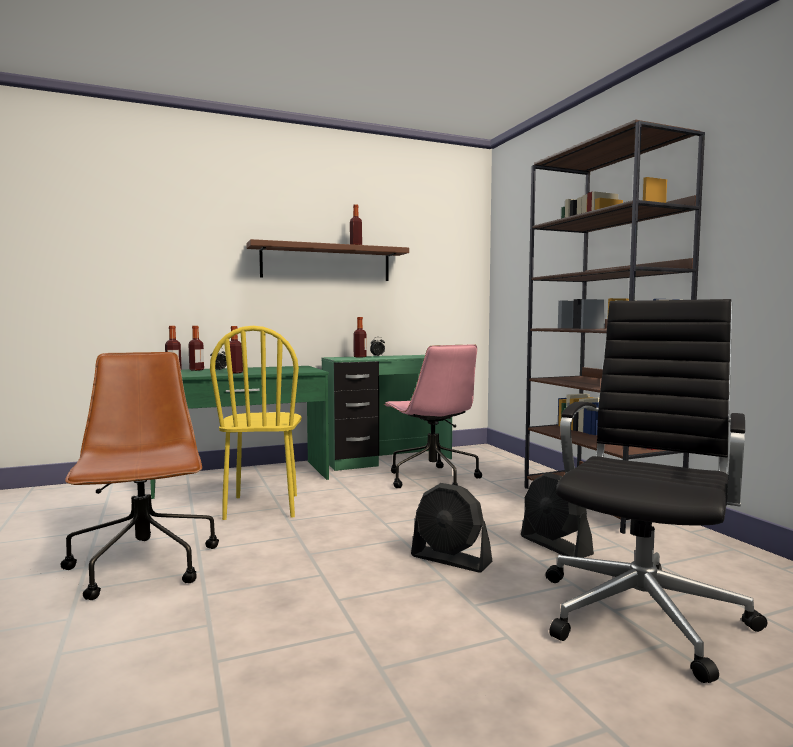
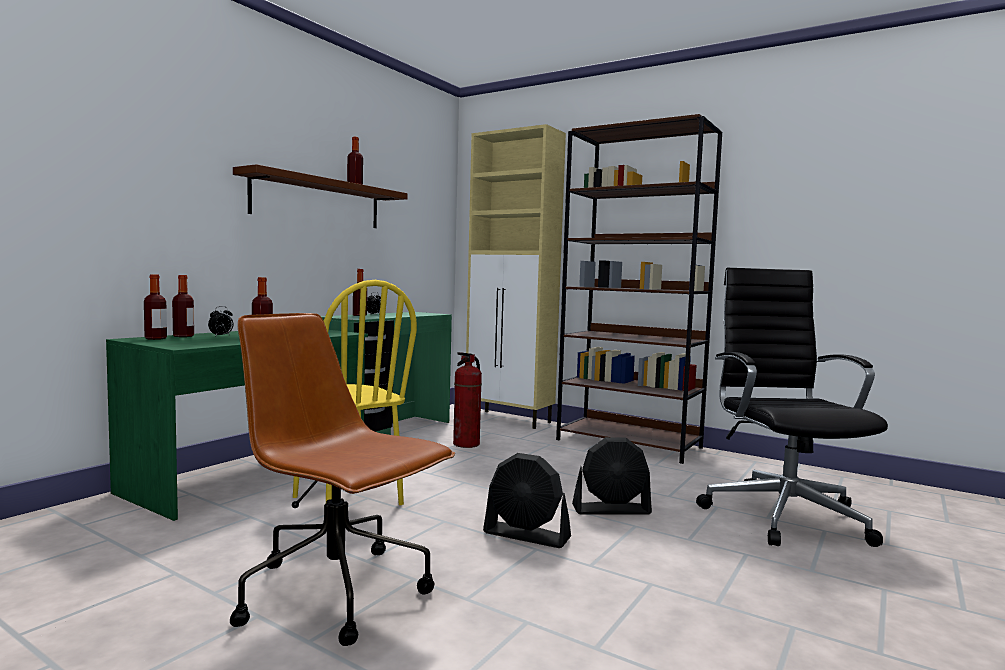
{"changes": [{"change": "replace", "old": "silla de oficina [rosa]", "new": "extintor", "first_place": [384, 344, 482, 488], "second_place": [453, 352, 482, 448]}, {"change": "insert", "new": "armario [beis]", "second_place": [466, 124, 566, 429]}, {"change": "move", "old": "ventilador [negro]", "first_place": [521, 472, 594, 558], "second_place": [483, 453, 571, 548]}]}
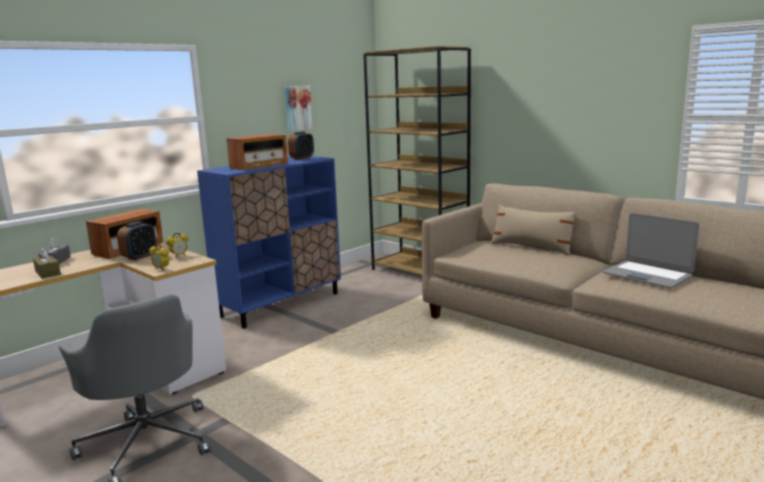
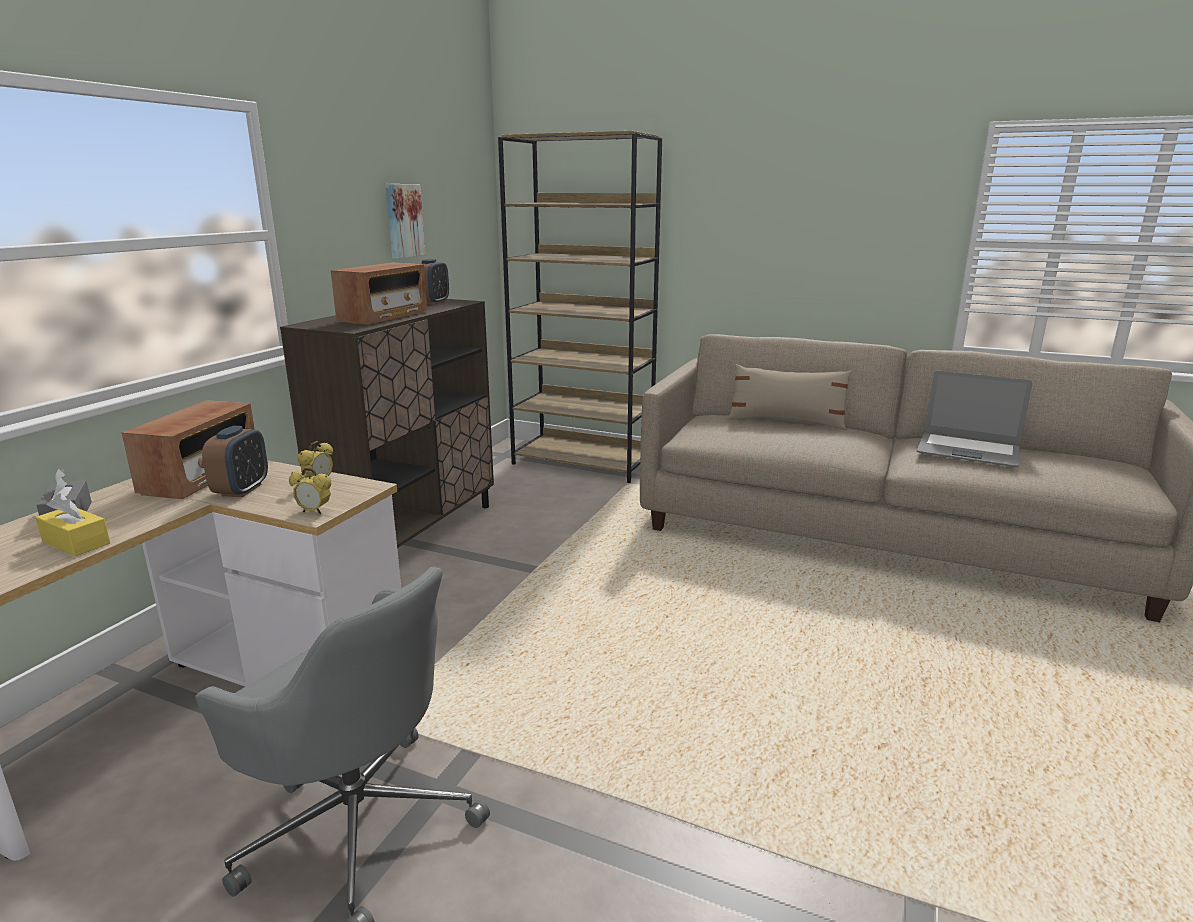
{"changes": [{"change": "recolor", "old": "caja de pañuelos [marrón]", "new": "caja de pañuelos [amarillo]", "first_place": [33, 247, 61, 279], "second_place": [36, 493, 110, 556]}, {"change": "recolor", "old": "armario [azul]", "new": "armario [marrón]", "first_place": [197, 156, 341, 329], "second_place": [280, 299, 494, 548]}]}
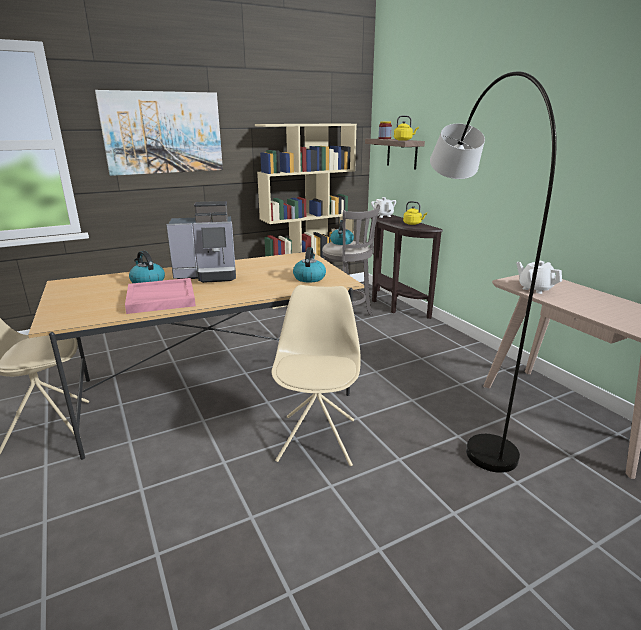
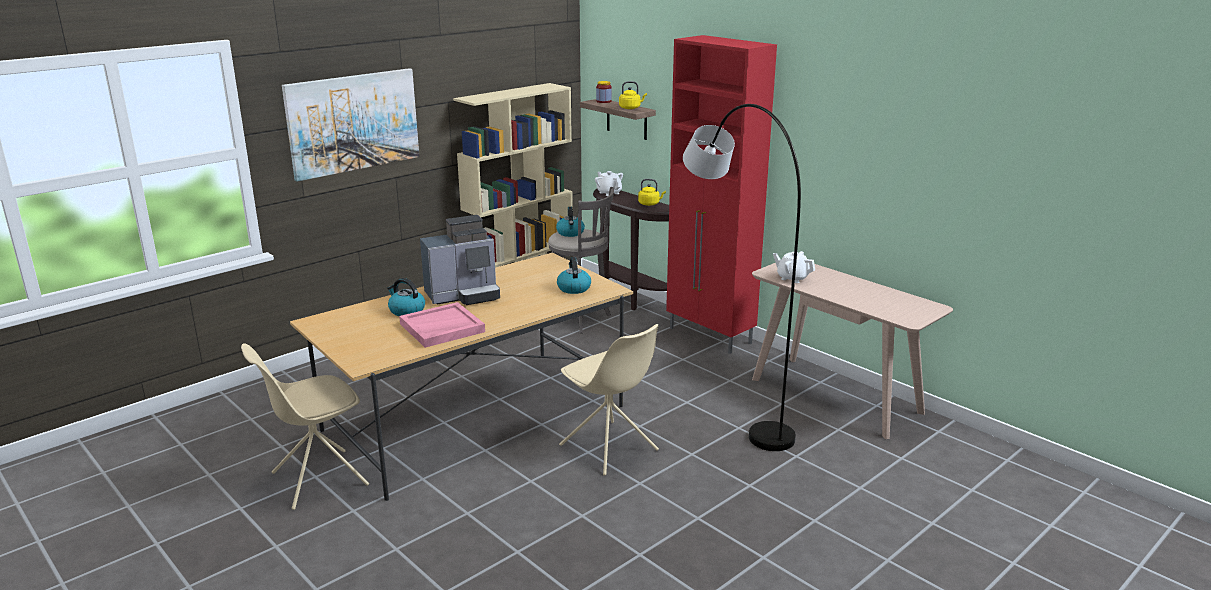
{"changes": [{"change": "rotate", "old": "silla [beis]", "first_place": [272, 285, 361, 466], "second_place": [559, 324, 659, 475], "degrees": 150}, {"change": "insert", "new": "armario [rojo]", "second_place": [666, 35, 777, 354]}]}
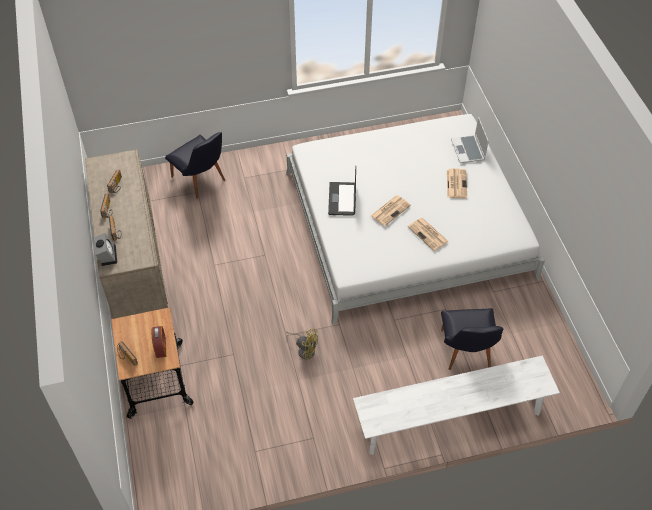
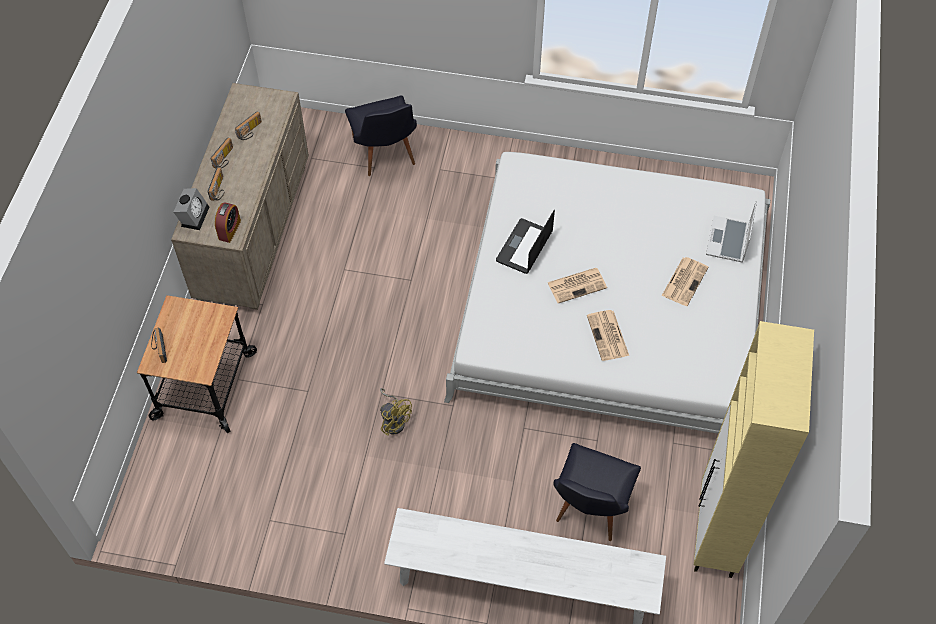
{"changes": [{"change": "move", "old": "despertador", "first_place": [152, 326, 166, 358], "second_place": [215, 202, 241, 243]}, {"change": "insert", "new": "armario [beis]", "second_place": [694, 321, 814, 578]}]}
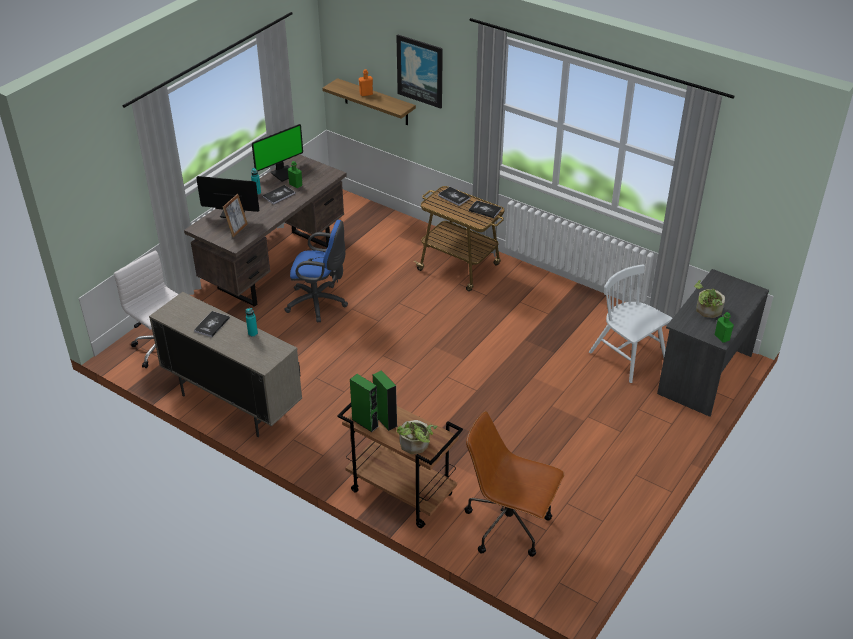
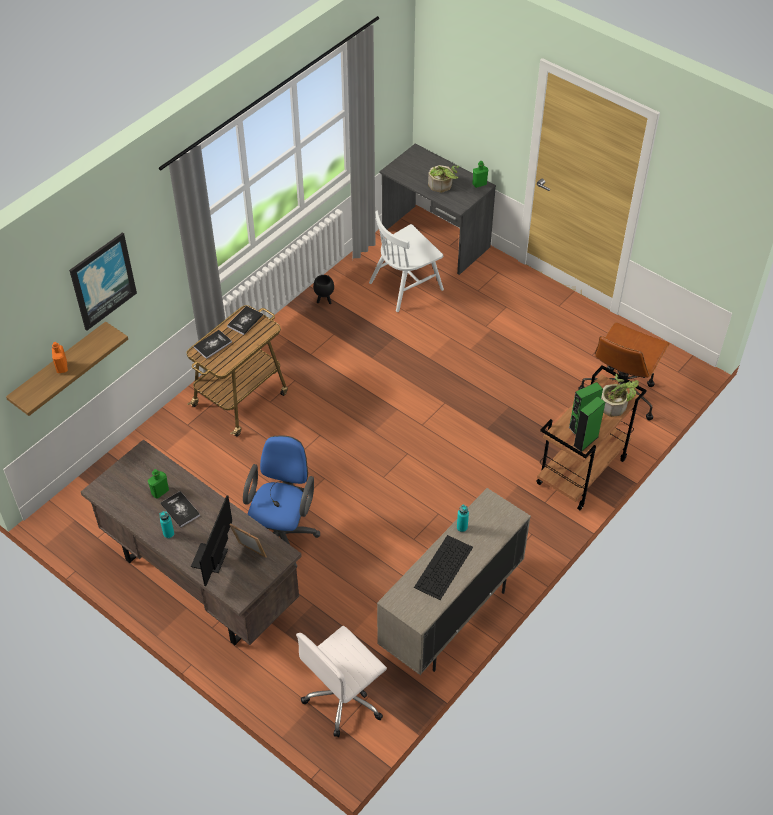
{"changes": [{"change": "insert", "new": "maceta [negro]", "second_place": [313, 275, 334, 304]}, {"change": "replace", "old": "libro", "new": "teclado", "first_place": [194, 311, 230, 337], "second_place": [414, 535, 473, 600]}, {"change": "delete", "old": "monitor", "first_place": [252, 124, 303, 182]}]}
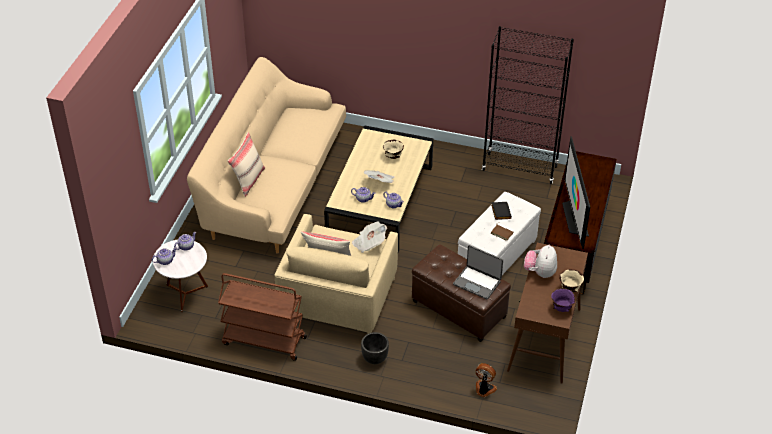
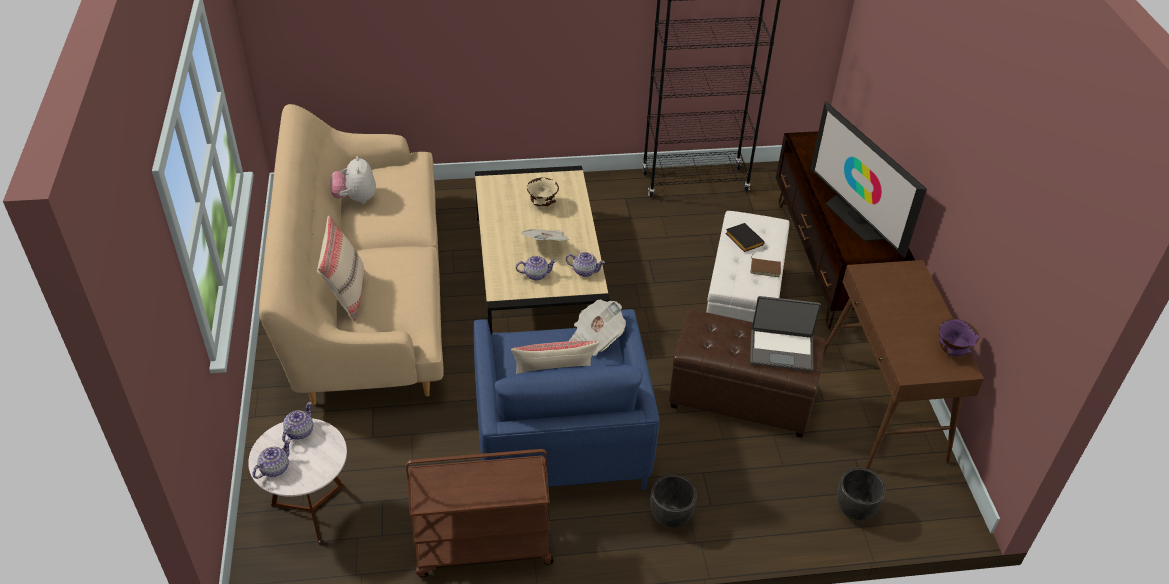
{"changes": [{"change": "move", "old": "peluche", "first_place": [524, 245, 557, 278], "second_place": [330, 156, 376, 204]}, {"change": "recolor", "old": "sillón [beis]", "new": "sillón [azul]", "first_place": [275, 214, 398, 334], "second_place": [474, 309, 659, 490]}, {"change": "replace", "old": "ventilador", "new": "maceta [negro]", "first_place": [475, 363, 497, 397], "second_place": [837, 468, 886, 520]}, {"change": "delete", "old": "cuenco [beis]", "first_place": [559, 269, 584, 292]}]}
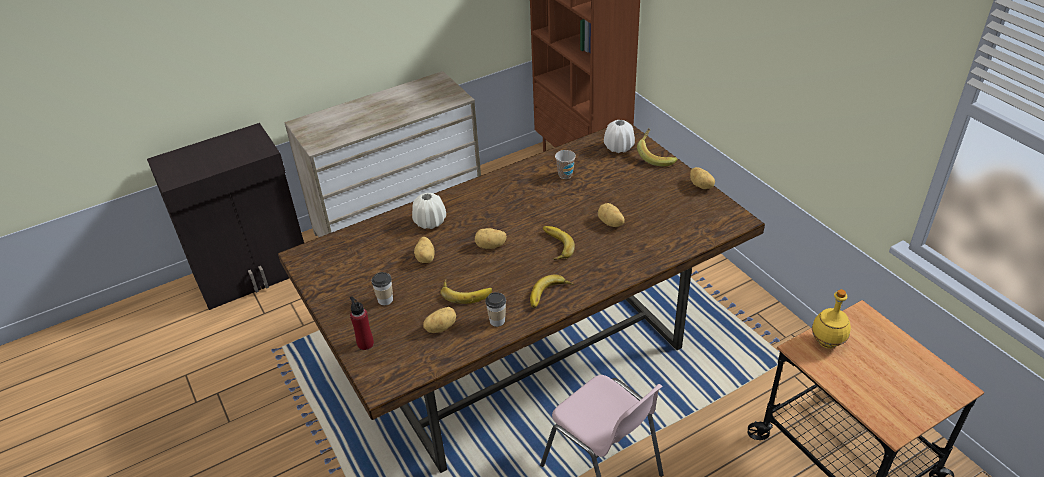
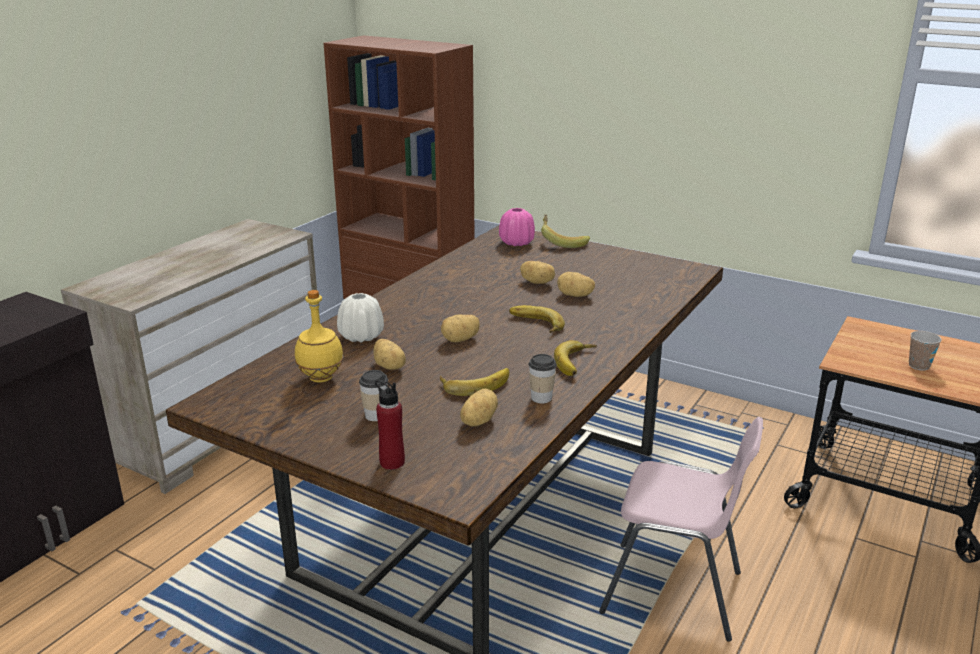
{"changes": [{"change": "move", "old": "botella [amarillo]", "first_place": [812, 289, 851, 349], "second_place": [295, 290, 344, 382]}, {"change": "recolor", "old": "florero [blanco]", "new": "florero [rosa]", "first_place": [604, 120, 635, 153], "second_place": [499, 208, 535, 246]}, {"change": "move", "old": "patata", "first_place": [690, 167, 715, 189], "second_place": [520, 261, 555, 284]}, {"change": "move", "old": "taza", "first_place": [555, 150, 576, 179], "second_place": [909, 331, 942, 371]}]}
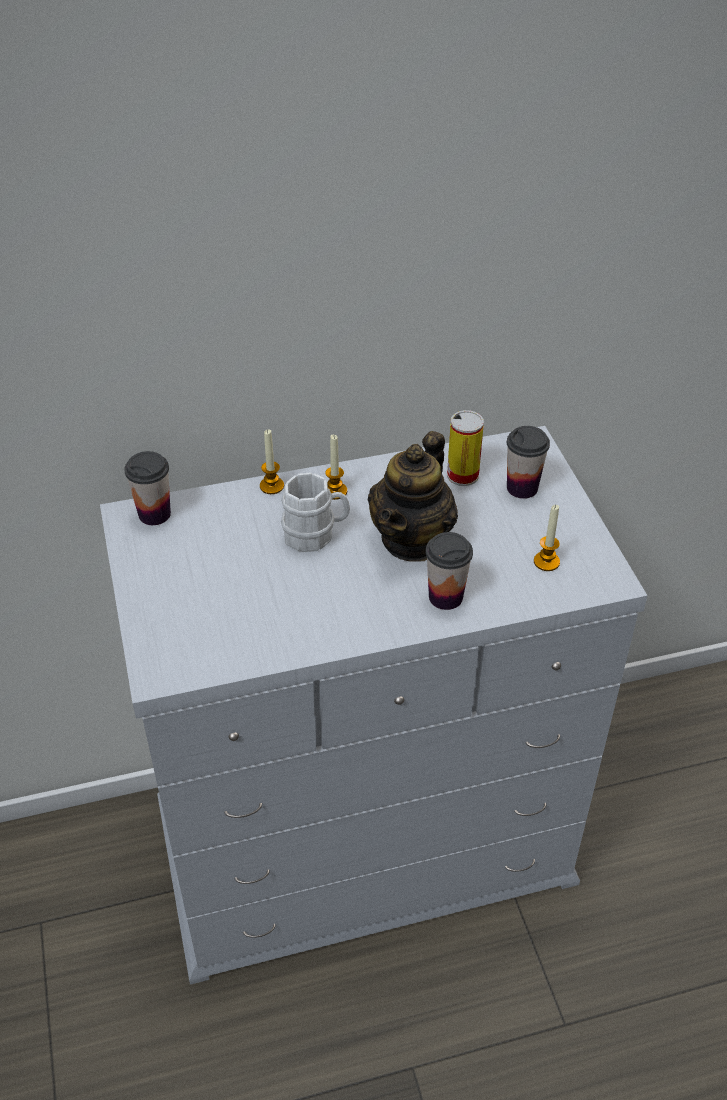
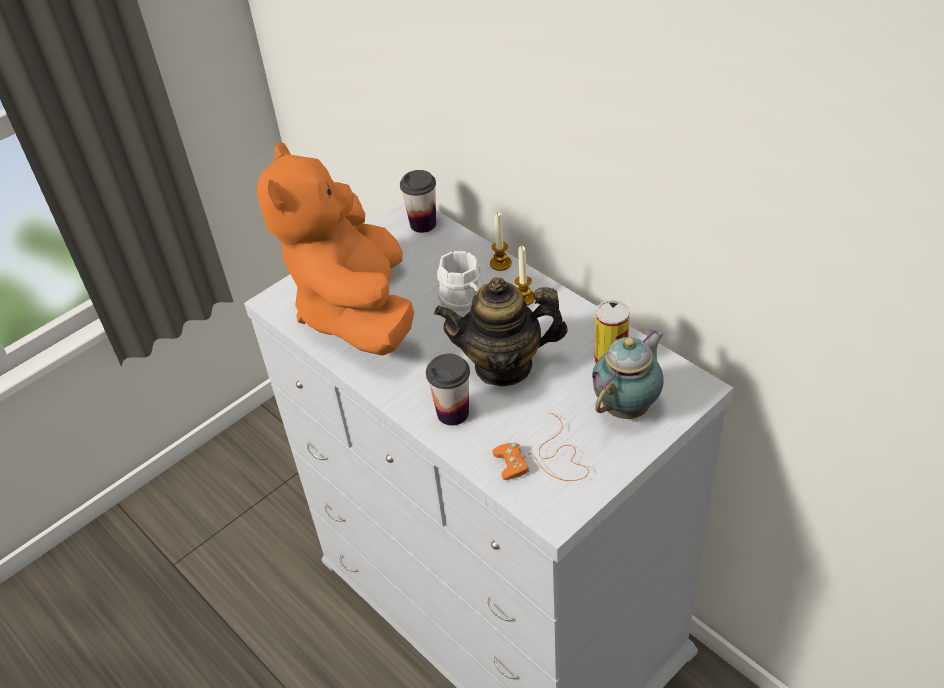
{"changes": [{"change": "insert", "new": "peluche [naranja]", "second_place": [257, 142, 414, 356]}, {"change": "replace", "old": "vela", "new": "mando de consola [naranja]", "first_place": [534, 505, 560, 571], "second_place": [492, 413, 589, 481]}, {"change": "replace", "old": "taza", "new": "tetera", "first_place": [507, 426, 550, 499], "second_place": [592, 329, 664, 419]}]}
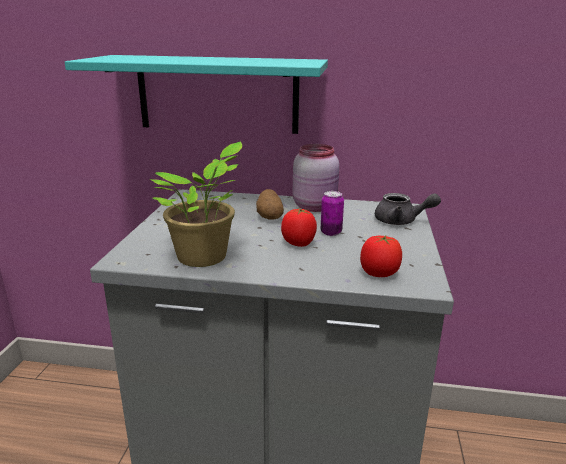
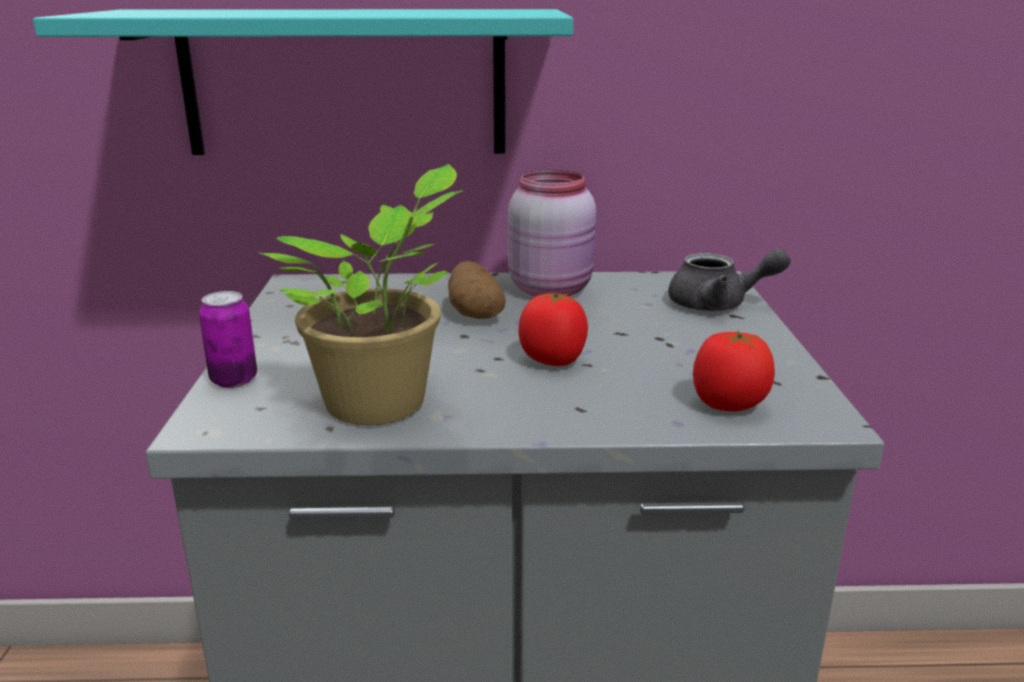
{"changes": [{"change": "move", "old": "lata", "first_place": [321, 191, 344, 236], "second_place": [199, 291, 257, 388]}]}
